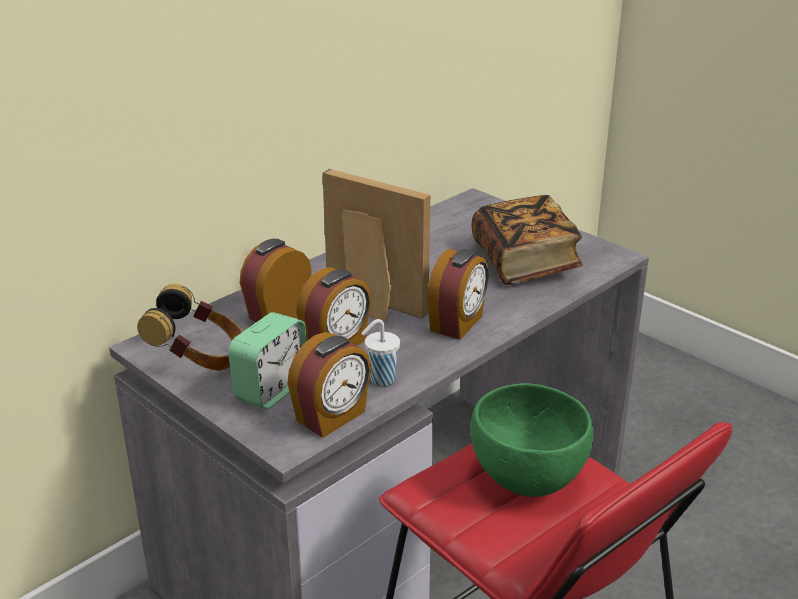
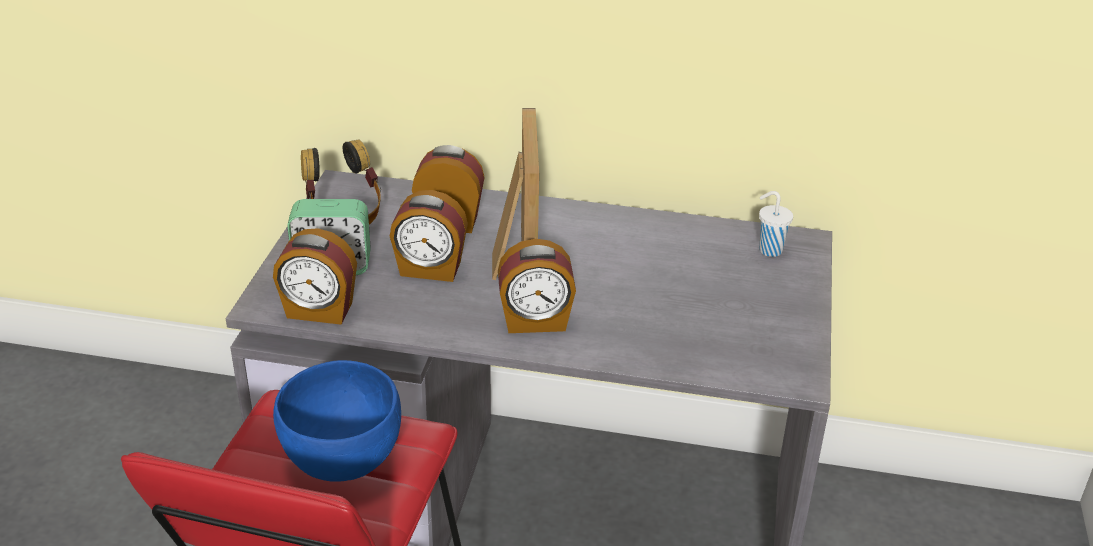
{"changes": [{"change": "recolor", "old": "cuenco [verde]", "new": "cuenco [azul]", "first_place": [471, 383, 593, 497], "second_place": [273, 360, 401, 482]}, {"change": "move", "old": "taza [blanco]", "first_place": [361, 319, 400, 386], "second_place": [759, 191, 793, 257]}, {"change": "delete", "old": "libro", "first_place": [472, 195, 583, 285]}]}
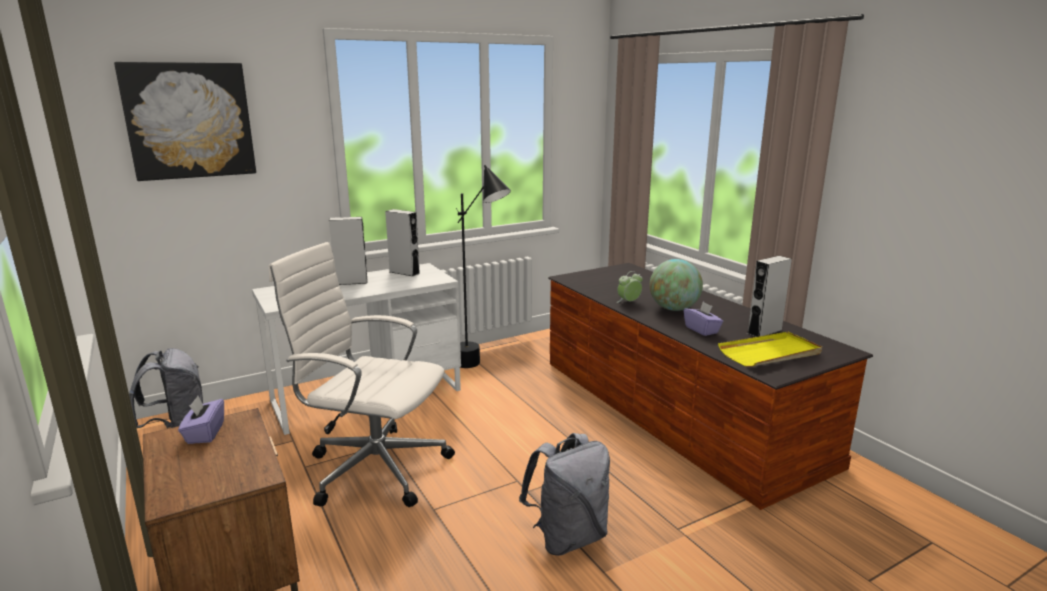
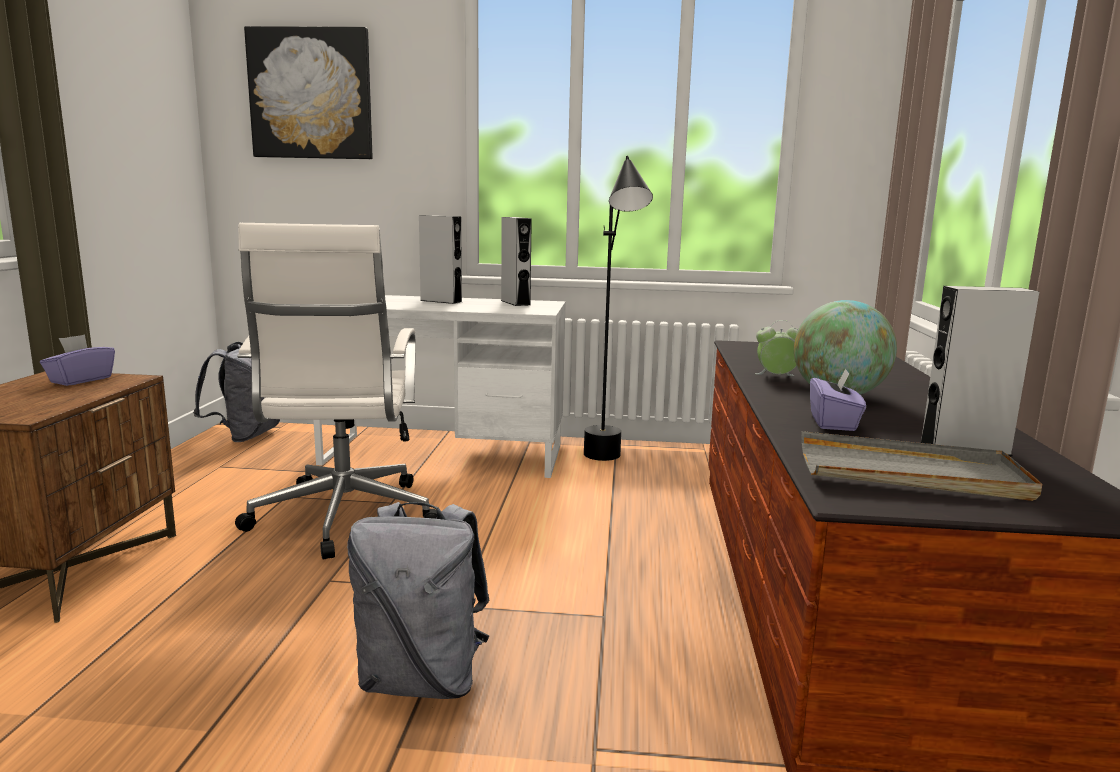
{"changes": [{"change": "rotate", "old": "silla de oficina [blanco]", "first_place": [269, 242, 455, 507], "second_place": [235, 223, 437, 560], "degrees": -150}, {"change": "recolor", "old": "bandeja [amarillo]", "new": "bandeja [gris]", "first_place": [718, 332, 822, 367], "second_place": [801, 431, 1042, 501]}]}
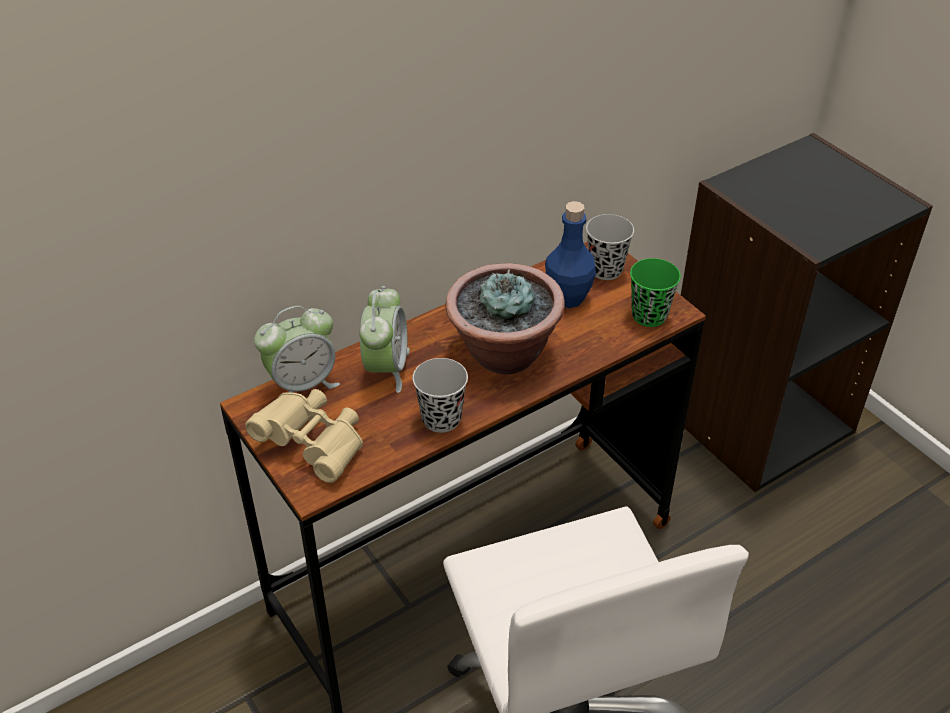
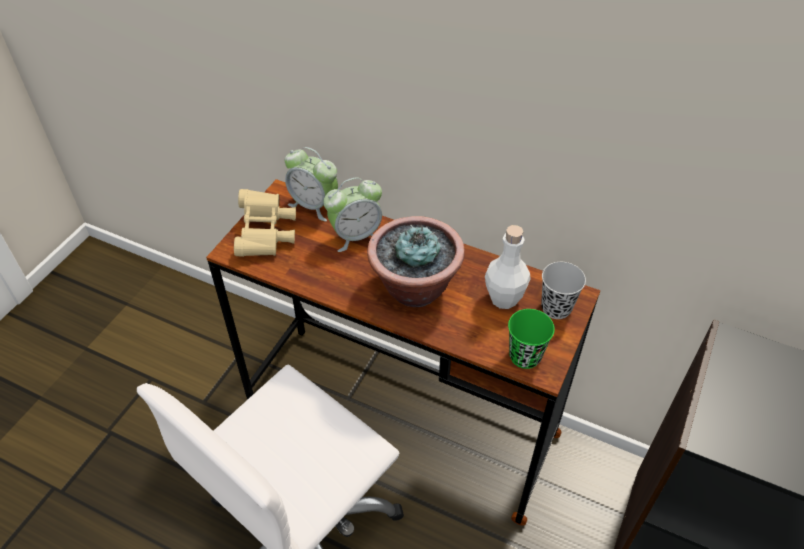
{"changes": [{"change": "recolor", "old": "botella [azul]", "new": "botella [blanco]", "first_place": [545, 201, 596, 308], "second_place": [485, 225, 530, 309]}, {"change": "delete", "old": "taza [negro]", "first_place": [412, 358, 468, 433]}]}
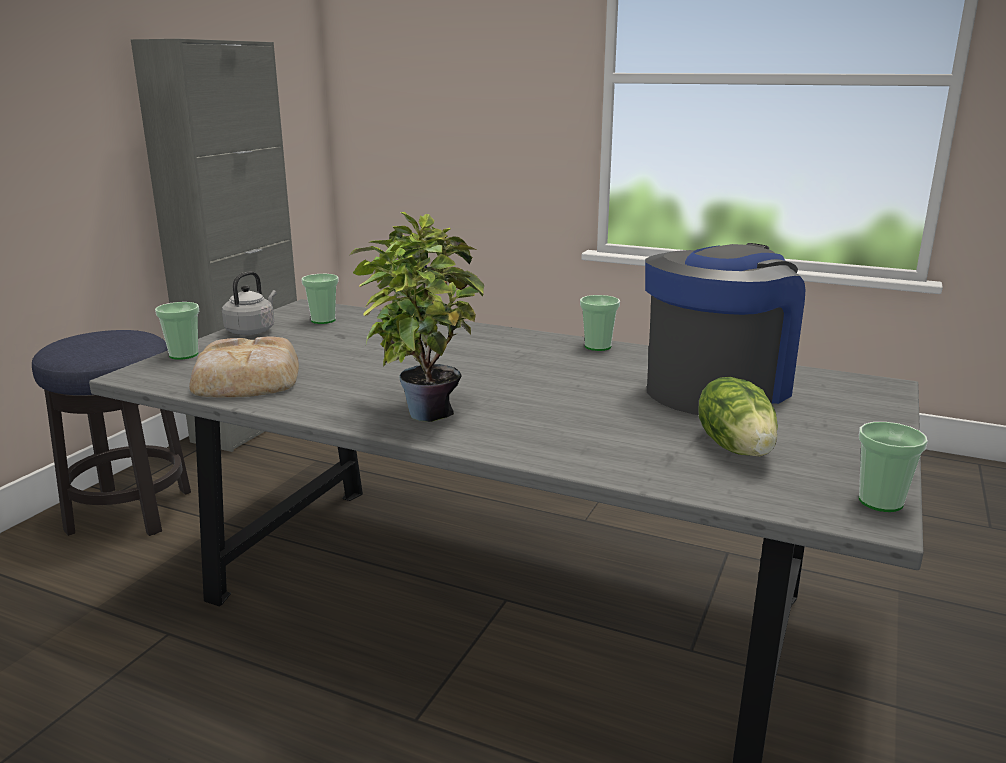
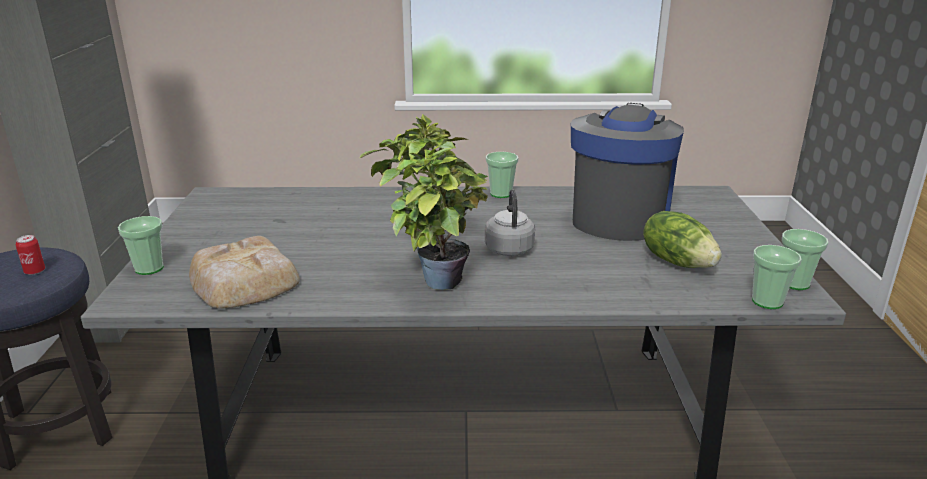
{"changes": [{"change": "insert", "new": "lata", "second_place": [16, 235, 45, 275]}, {"change": "move", "old": "hervidor [gris]", "first_place": [222, 271, 277, 335], "second_place": [485, 189, 535, 256]}, {"change": "move", "old": "taza", "first_place": [301, 274, 339, 324], "second_place": [752, 245, 802, 309]}]}
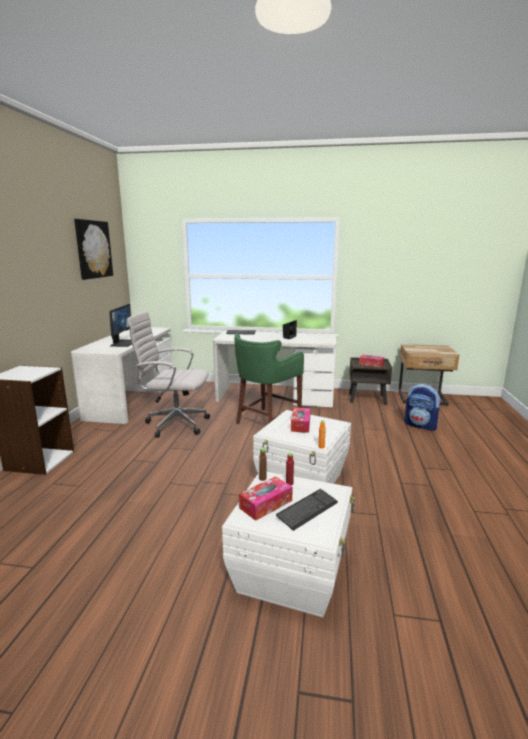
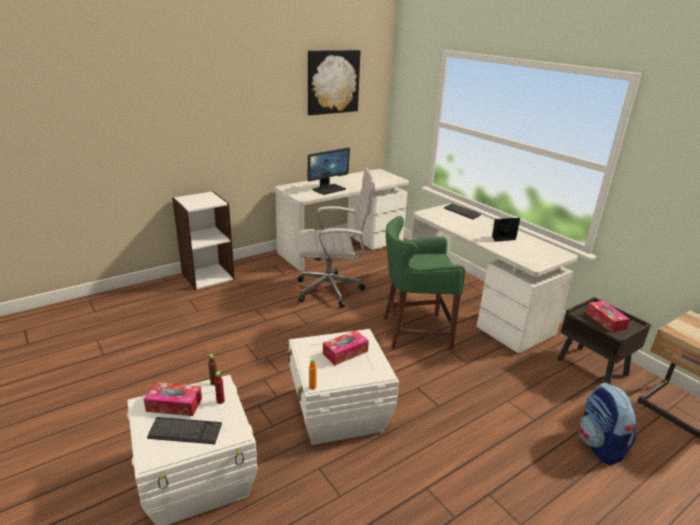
{"changes": [{"change": "rotate", "old": "silla de oficina [blanco]", "first_place": [127, 311, 210, 438], "second_place": [297, 168, 375, 308], "degrees": 120}]}
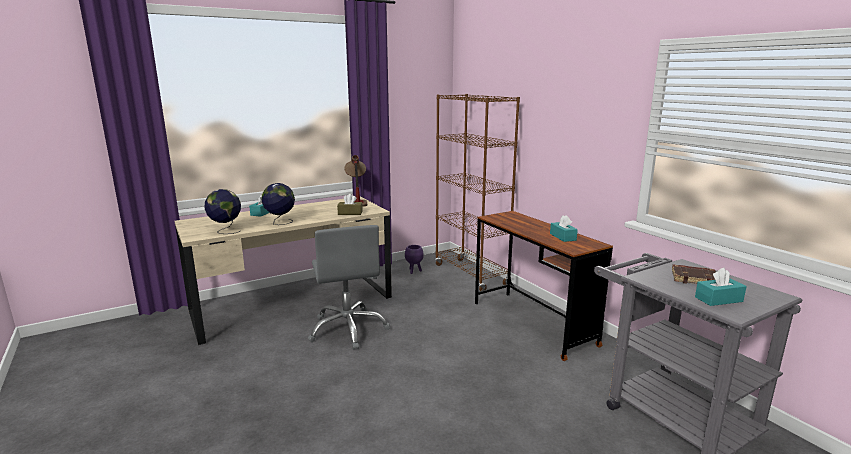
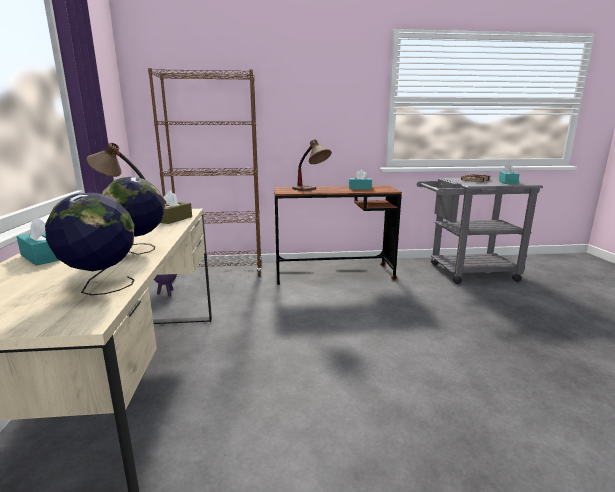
{"changes": [{"change": "insert", "new": "lámpara de mesa", "second_place": [292, 139, 332, 191]}, {"change": "delete", "old": "silla de oficina [gris]", "first_place": [308, 225, 390, 349]}]}
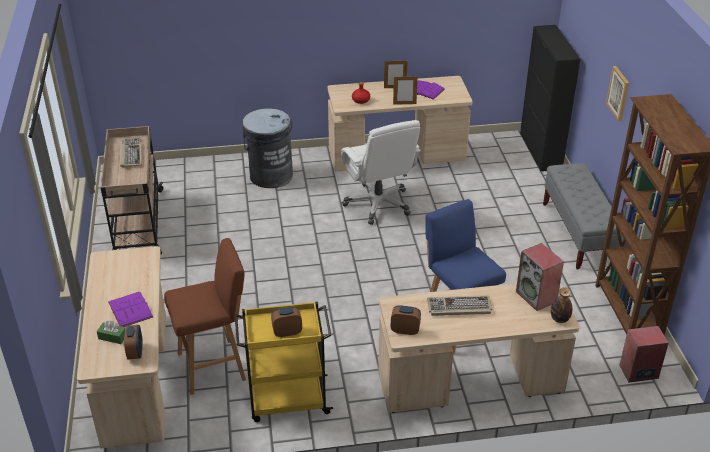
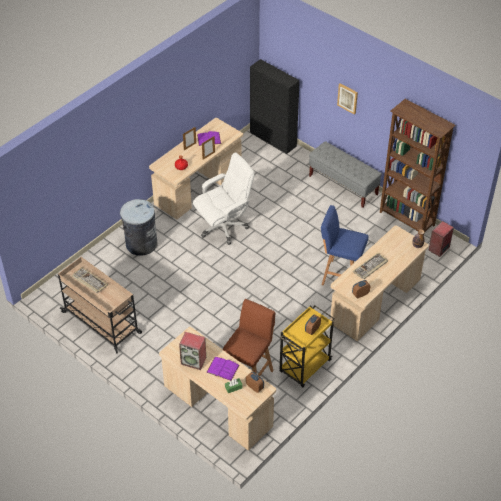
{"changes": [{"change": "move", "old": "altavoz", "first_place": [516, 243, 564, 311], "second_place": [179, 332, 206, 370]}, {"change": "rotate", "old": "silla de oficina [blanco]", "first_place": [341, 120, 421, 225], "second_place": [193, 152, 254, 245], "degrees": -60}]}
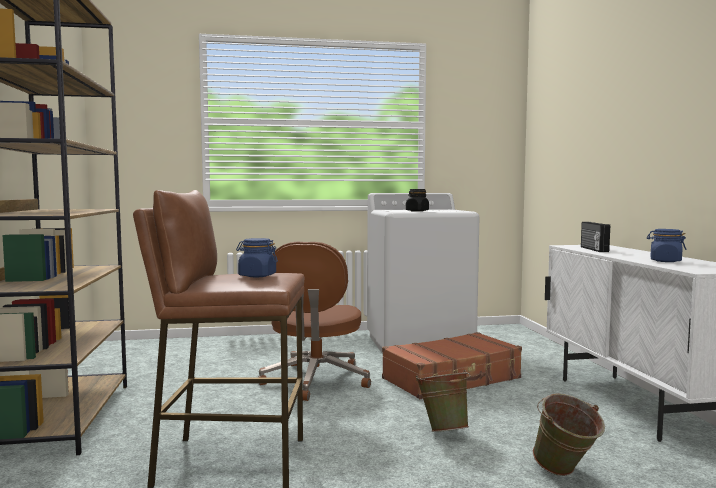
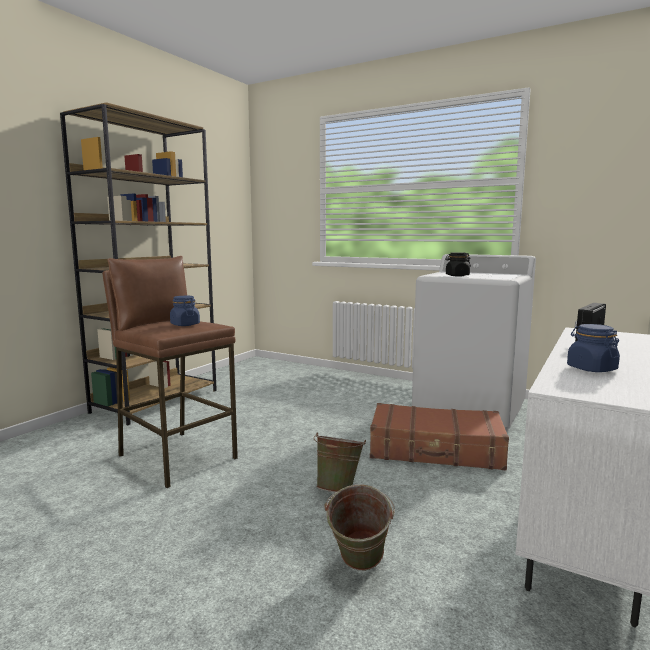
{"changes": [{"change": "delete", "old": "silla de oficina [marrón]", "first_place": [258, 242, 371, 401]}]}
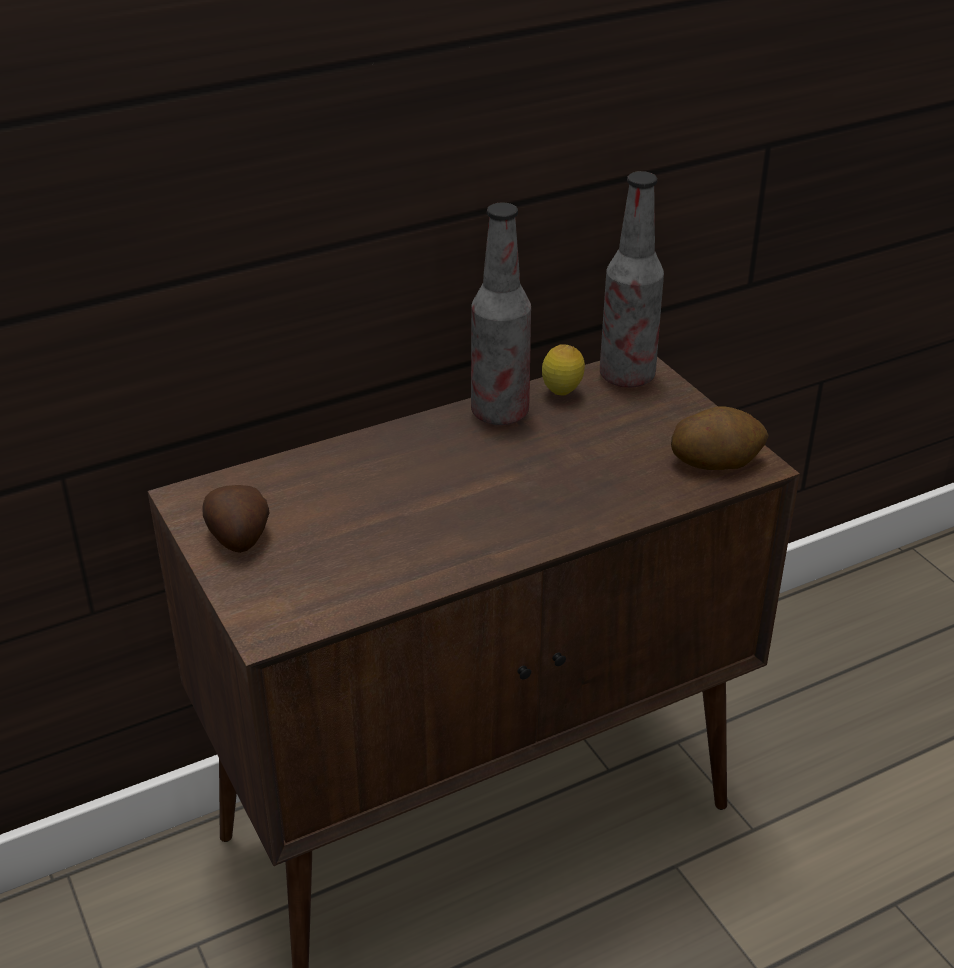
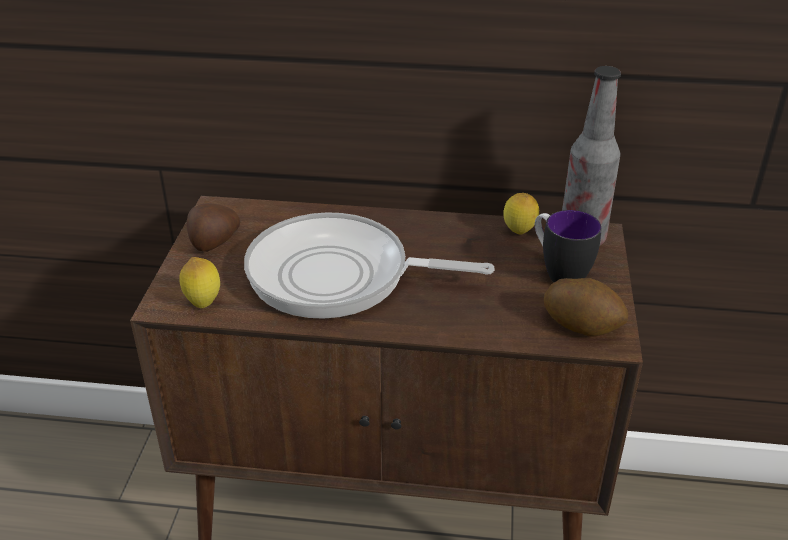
{"changes": [{"change": "insert", "new": "limón", "second_place": [179, 257, 220, 308]}, {"change": "insert", "new": "sartén", "second_place": [244, 212, 495, 319]}, {"change": "insert", "new": "taza grande", "second_place": [535, 210, 602, 282]}, {"change": "delete", "old": "botella", "first_place": [471, 203, 531, 425]}]}
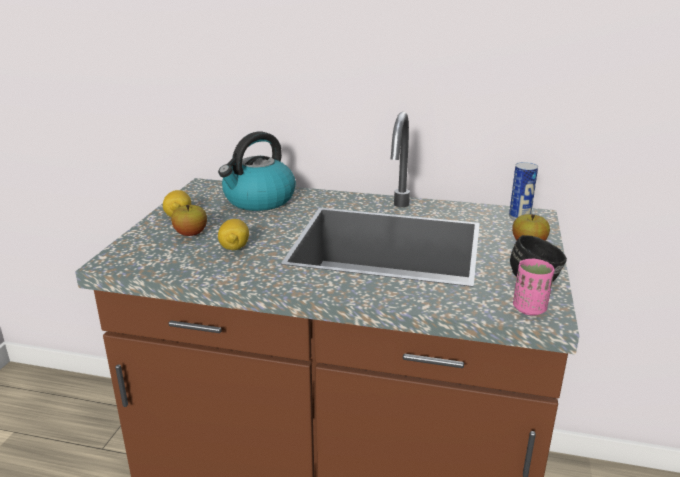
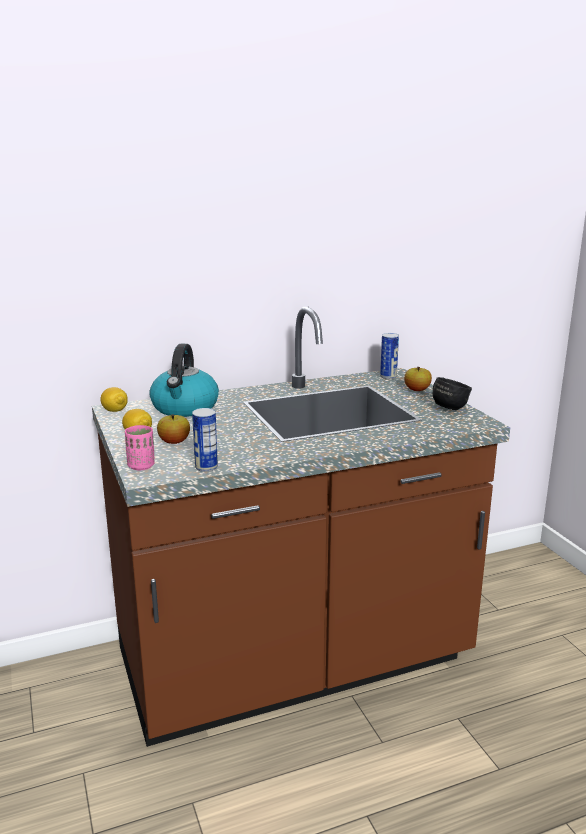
{"changes": [{"change": "move", "old": "limón", "first_place": [218, 219, 249, 250], "second_place": [100, 387, 128, 412]}, {"change": "move", "old": "taza [rosa]", "first_place": [513, 259, 555, 316], "second_place": [125, 425, 155, 470]}, {"change": "insert", "new": "lata", "second_place": [192, 408, 218, 472]}]}
